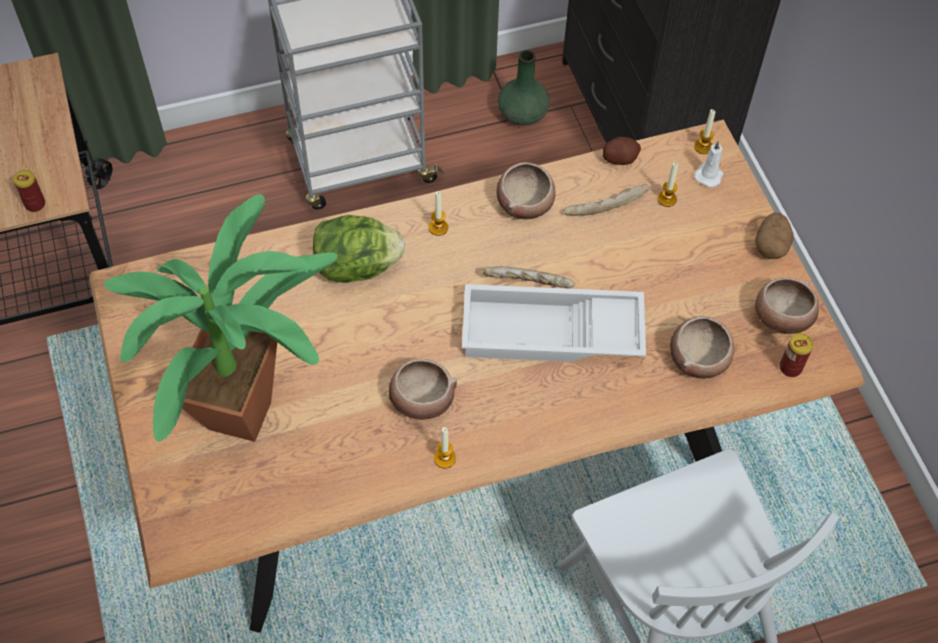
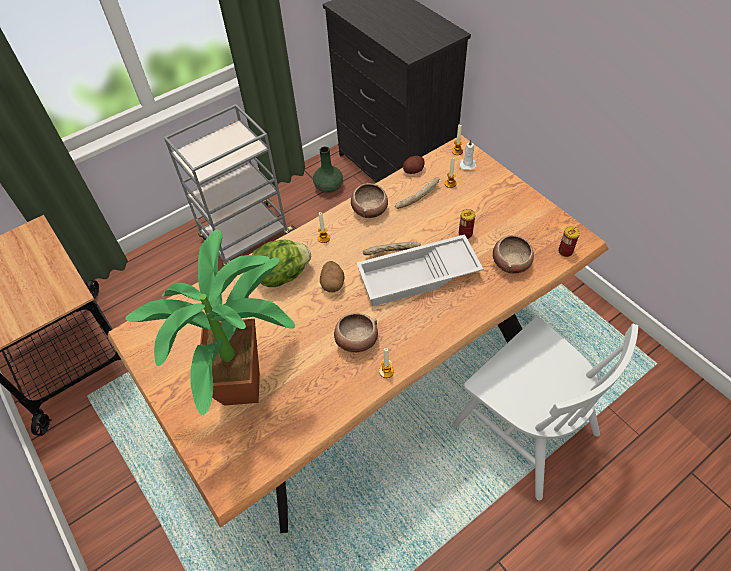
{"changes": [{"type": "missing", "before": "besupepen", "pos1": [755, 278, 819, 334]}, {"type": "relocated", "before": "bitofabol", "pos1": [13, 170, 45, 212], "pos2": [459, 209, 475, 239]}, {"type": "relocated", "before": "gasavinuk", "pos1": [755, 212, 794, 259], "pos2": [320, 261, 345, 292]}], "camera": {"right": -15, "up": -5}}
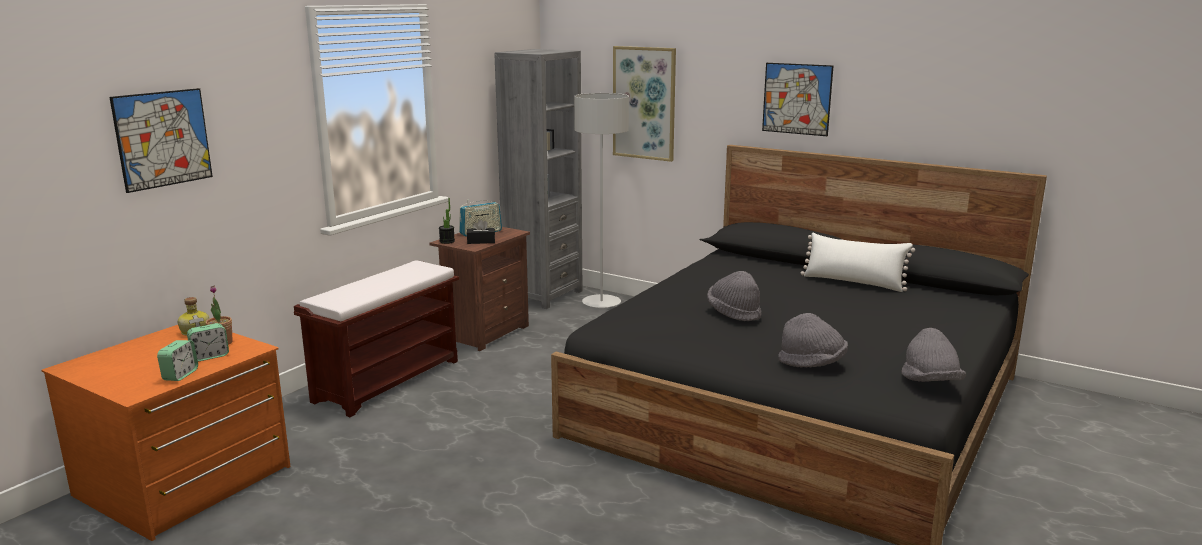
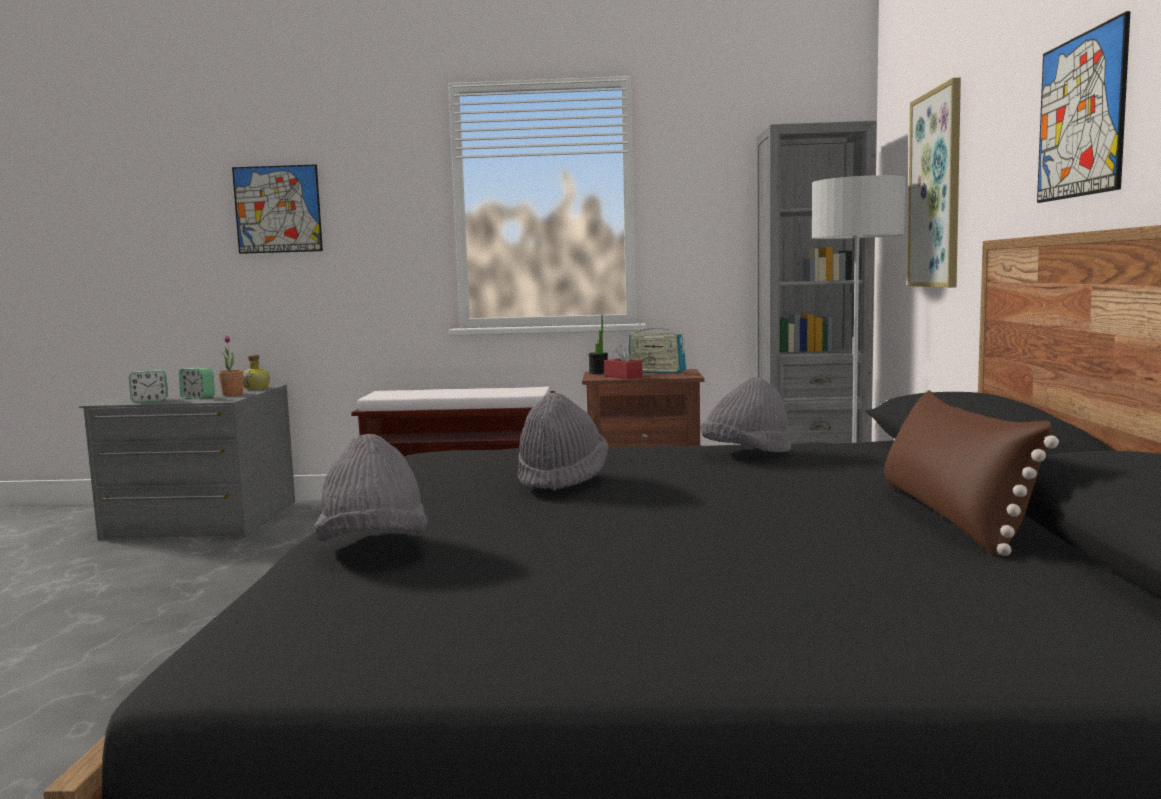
{"changes": [{"type": "relocated", "before": "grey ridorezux", "pos1": [901, 328, 966, 382], "pos2": [700, 377, 791, 453]}, {"type": "colour", "before": "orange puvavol", "after": "grey puvavol", "pos1": [42, 325, 290, 541], "pos2": [79, 384, 295, 540]}, {"type": "colour", "before": "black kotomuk", "after": "red kotomuk", "pos1": [467, 219, 495, 244], "pos2": [604, 345, 642, 379]}, {"type": "colour", "before": "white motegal", "after": "brown motegal", "pos1": [801, 232, 915, 292], "pos2": [884, 390, 1059, 556]}], "camera": {"right": 60, "up": -10}}
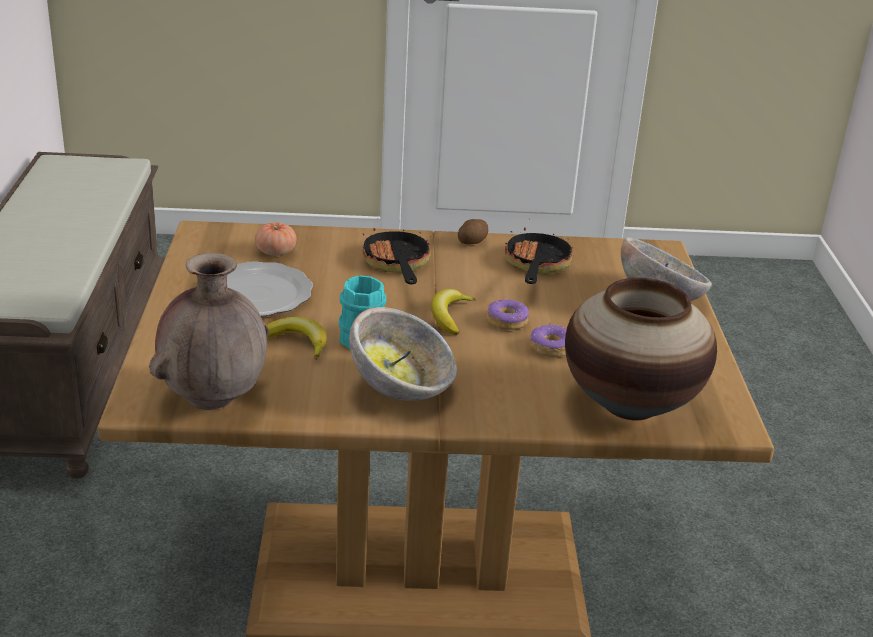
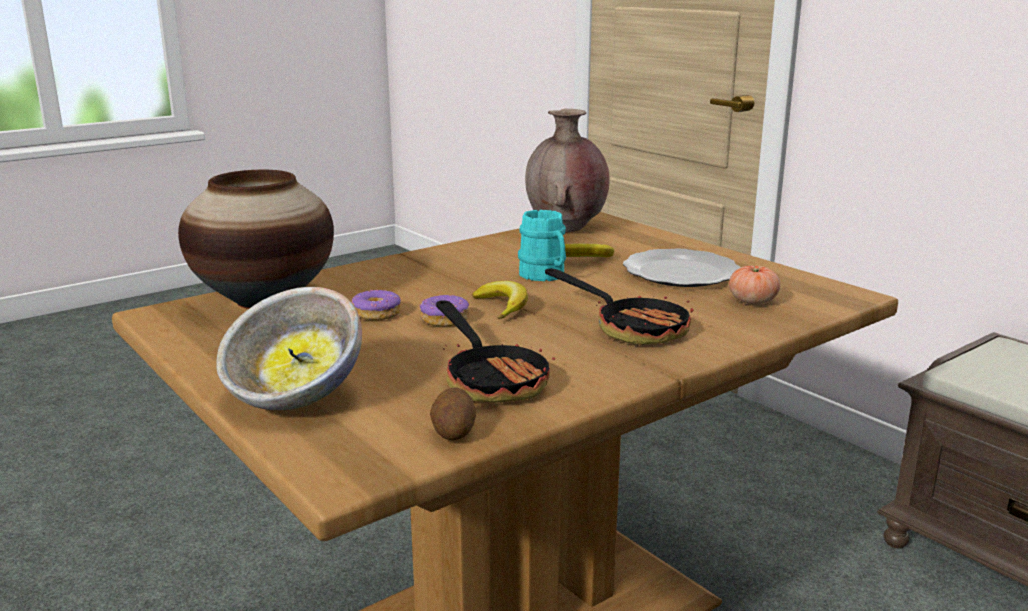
{"changes": [{"type": "missing", "before": "besupepen", "pos1": [349, 307, 457, 401]}, {"type": "relocated", "before": "gasavinuk", "pos1": [458, 219, 488, 244], "pos2": [430, 388, 476, 440]}], "camera": {"right": 145, "up": -10}}
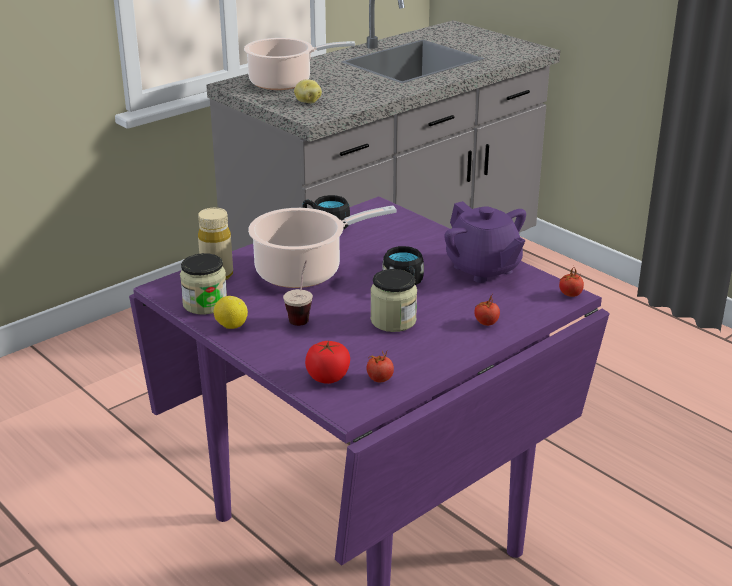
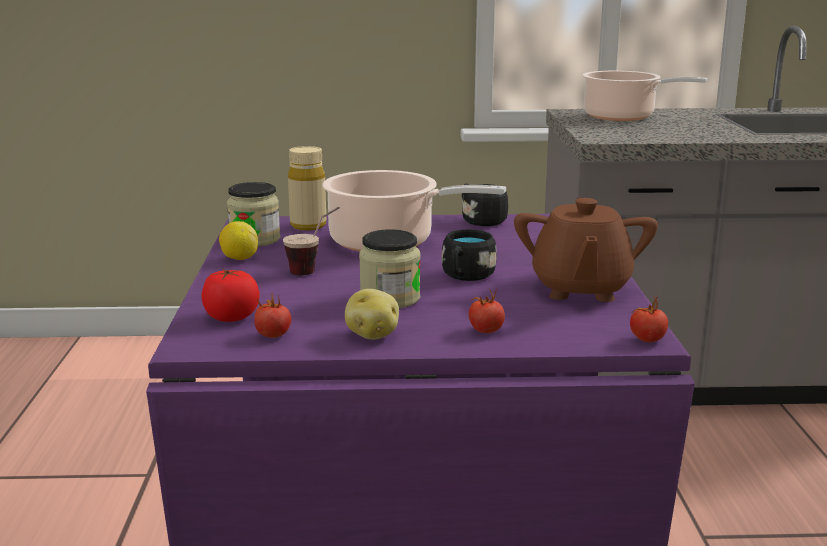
{"changes": [{"type": "relocated", "before": "gasavinuk", "pos1": [294, 80, 322, 103], "pos2": [345, 289, 399, 340]}, {"type": "colour", "before": "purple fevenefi", "after": "brown fevenefi", "pos1": [444, 201, 526, 283], "pos2": [514, 198, 658, 302]}], "camera": {"right": 40, "up": -10}}
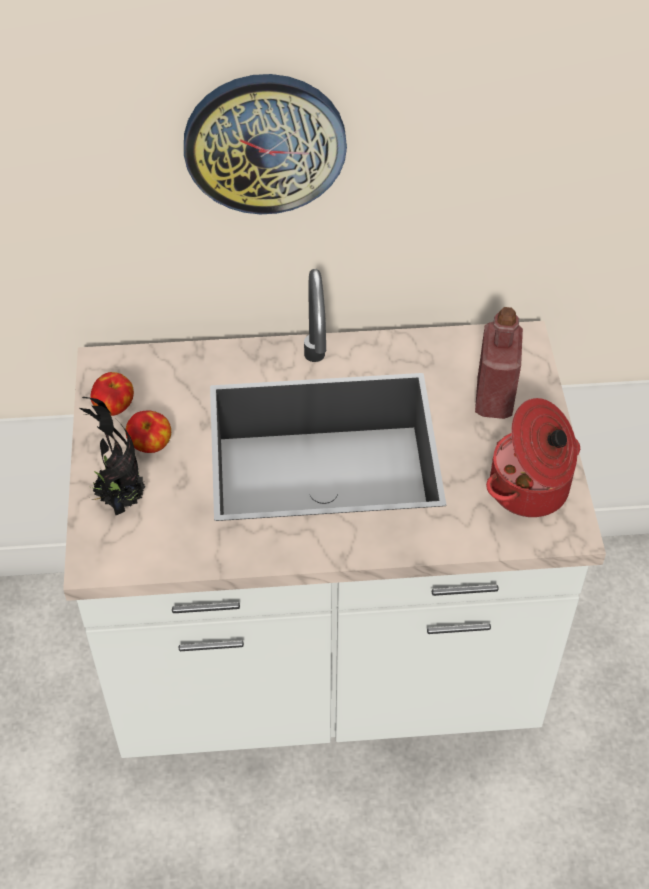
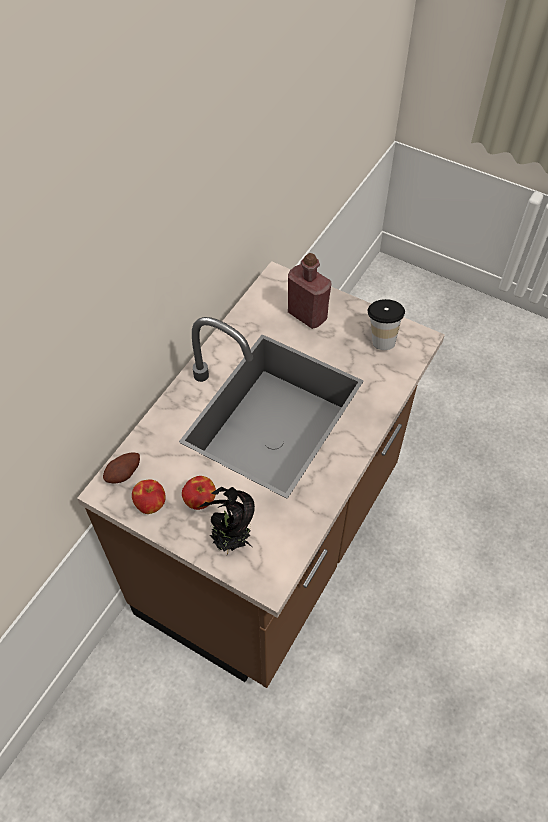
{"changes": [{"type": "missing", "before": "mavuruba", "pos1": [184, 74, 347, 214]}, {"type": "appeared", "after": "gasavinuk", "pos2": [103, 452, 140, 484]}, {"type": "exchanged", "before": "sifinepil", "after": "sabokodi", "pos1": [486, 398, 580, 517], "pos2": [368, 299, 405, 350]}, {"type": "colour", "before": "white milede", "after": "brown milede", "pos1": [63, 269, 606, 758], "pos2": [77, 261, 445, 688]}], "camera": {"right": -55, "up": 5}}
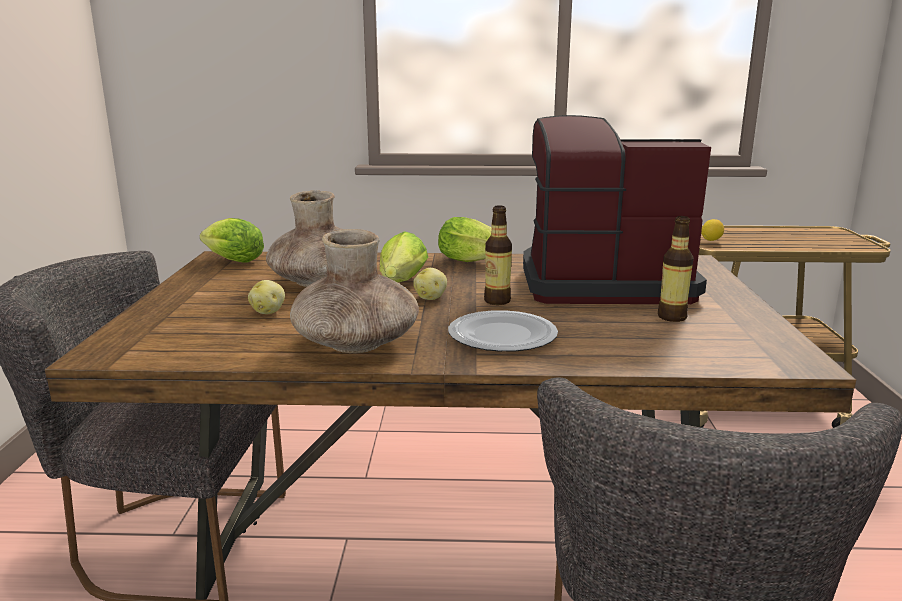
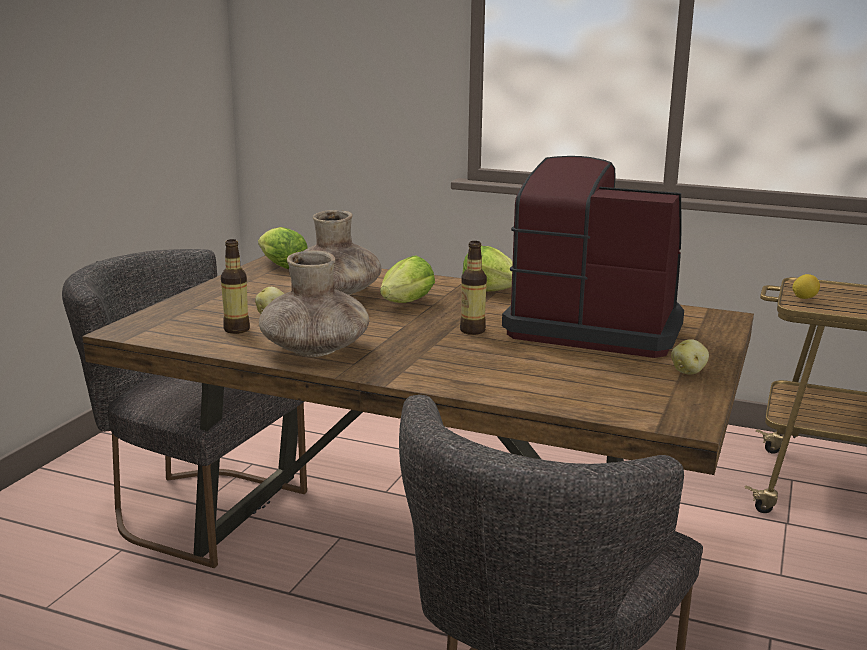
{"changes": [{"type": "missing", "before": "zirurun", "pos1": [448, 310, 558, 352]}, {"type": "relocated", "before": "gasavinuk", "pos1": [413, 268, 447, 300], "pos2": [671, 339, 709, 374]}, {"type": "relocated", "before": "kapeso", "pos1": [658, 216, 693, 322], "pos2": [221, 239, 250, 334]}], "camera": {"right": 20, "up": 0}}
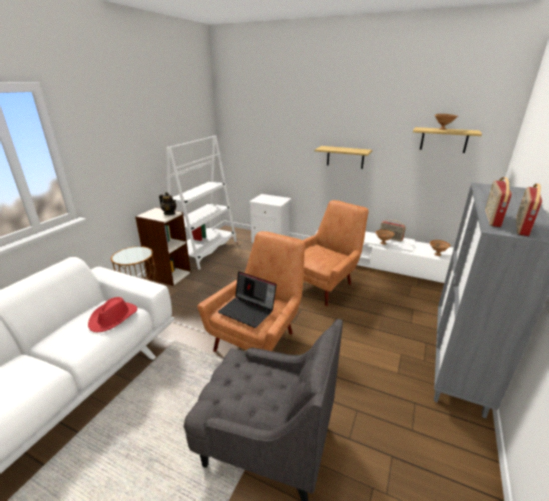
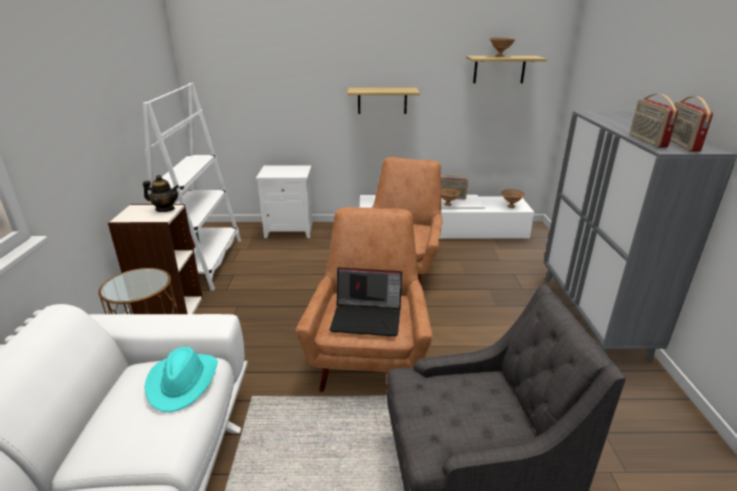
{"changes": [{"type": "colour", "before": "red ridorezux", "after": "turquoise ridorezux", "pos1": [88, 297, 137, 333], "pos2": [144, 347, 218, 412]}], "camera": {"right": -25, "up": 0}}
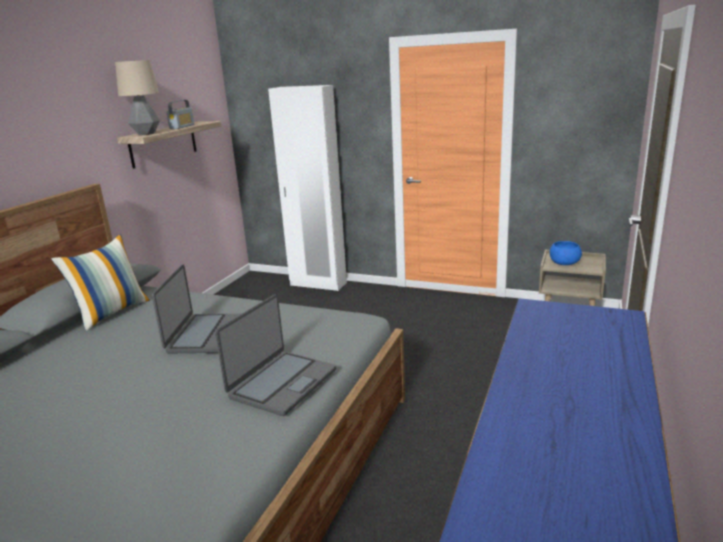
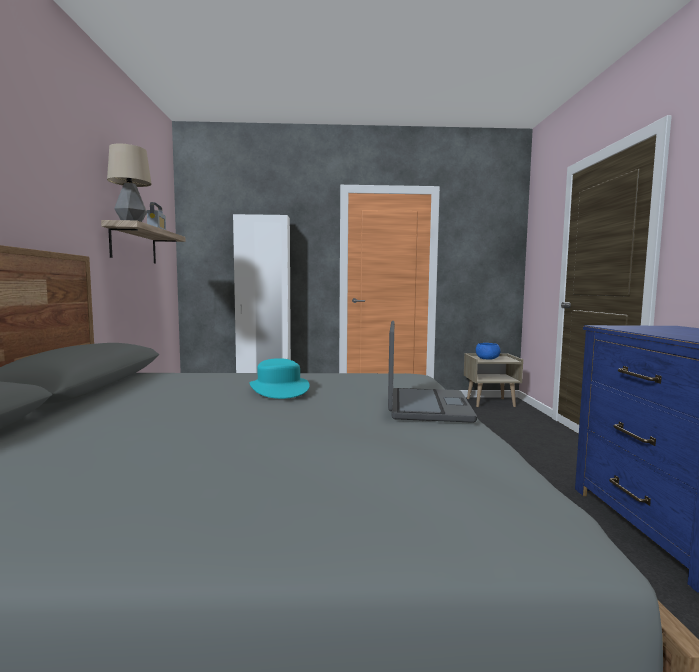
{"changes": [{"type": "missing", "before": "motegal", "pos1": [51, 234, 150, 331]}, {"type": "exchanged", "before": "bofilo", "after": "turquoise ridorezux", "pos1": [152, 265, 242, 353], "pos2": [250, 358, 310, 399]}], "camera": {"right": -25, "up": -15}}
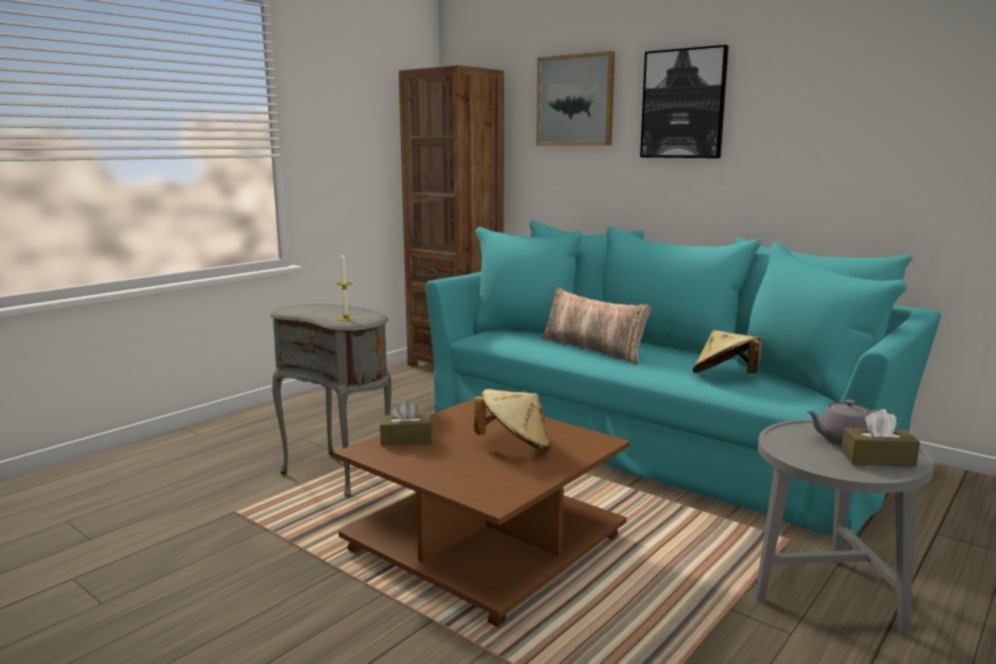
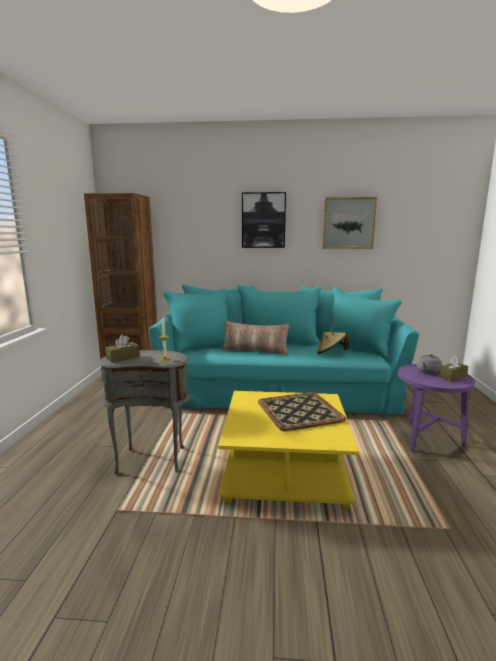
{"changes": [{"type": "relocated", "before": "brown kotomuk", "pos1": [380, 400, 432, 445], "pos2": [105, 335, 140, 363]}, {"type": "relocated", "before": "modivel", "pos1": [536, 51, 615, 146], "pos2": [323, 197, 377, 249]}, {"type": "exchanged", "before": "beige ridorezux", "after": "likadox", "pos1": [474, 389, 551, 450], "pos2": [258, 392, 346, 431]}, {"type": "colour", "before": "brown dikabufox", "after": "yellow dikabufox", "pos1": [334, 398, 630, 627], "pos2": [218, 391, 359, 510]}, {"type": "colour", "before": "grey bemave", "after": "purple bemave", "pos1": [755, 420, 934, 637], "pos2": [398, 364, 475, 452]}], "camera": {"right": -35, "up": 0}}
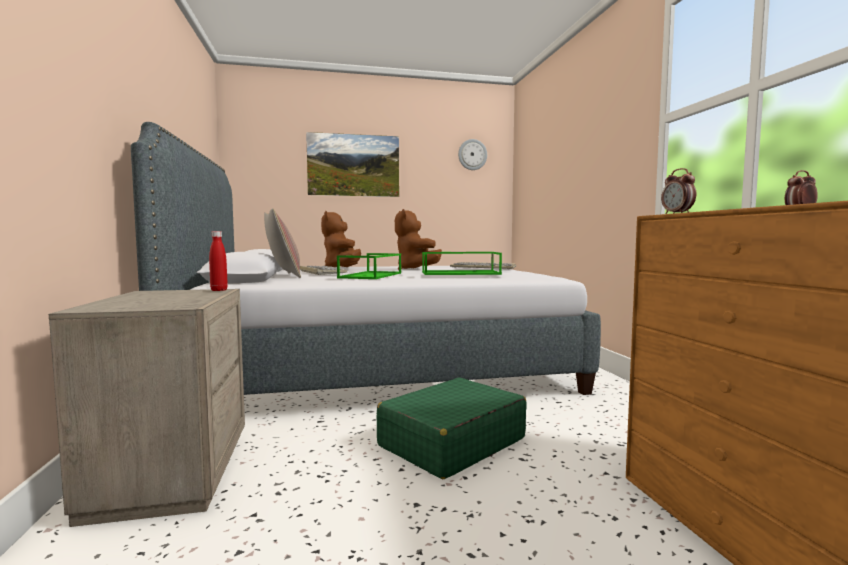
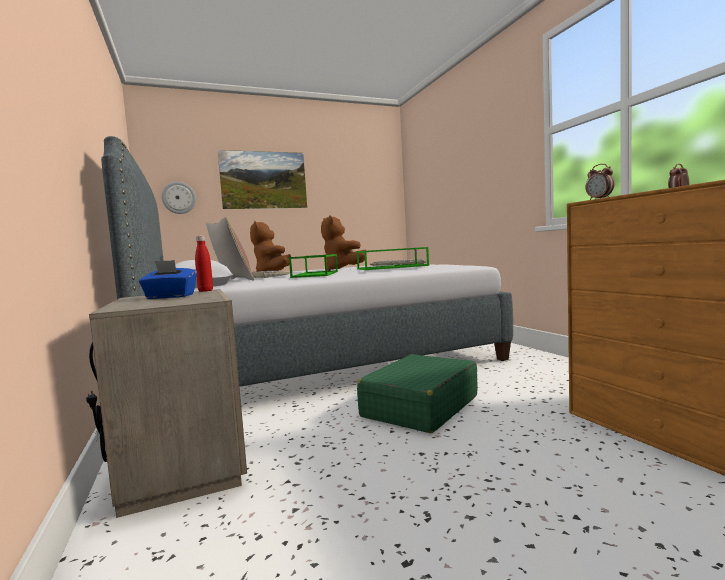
{"changes": [{"type": "appeared", "after": "blue kotomuk", "pos2": [139, 260, 197, 299]}, {"type": "relocated", "before": "mavuruba", "pos1": [458, 139, 487, 170], "pos2": [161, 182, 196, 214]}], "camera": {"right": -10, "up": 0}}
